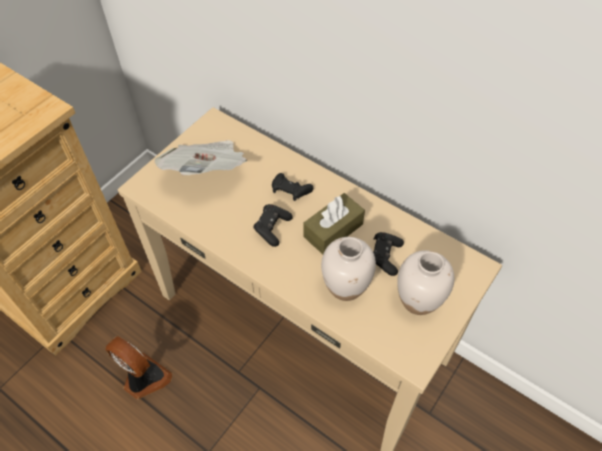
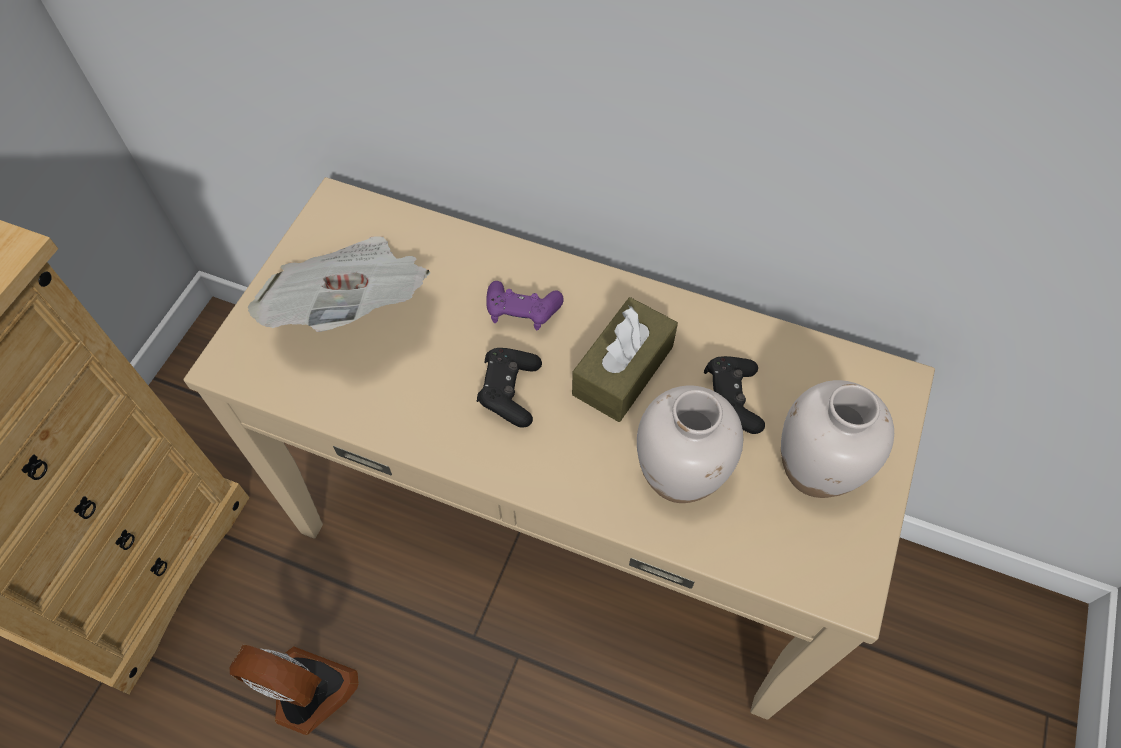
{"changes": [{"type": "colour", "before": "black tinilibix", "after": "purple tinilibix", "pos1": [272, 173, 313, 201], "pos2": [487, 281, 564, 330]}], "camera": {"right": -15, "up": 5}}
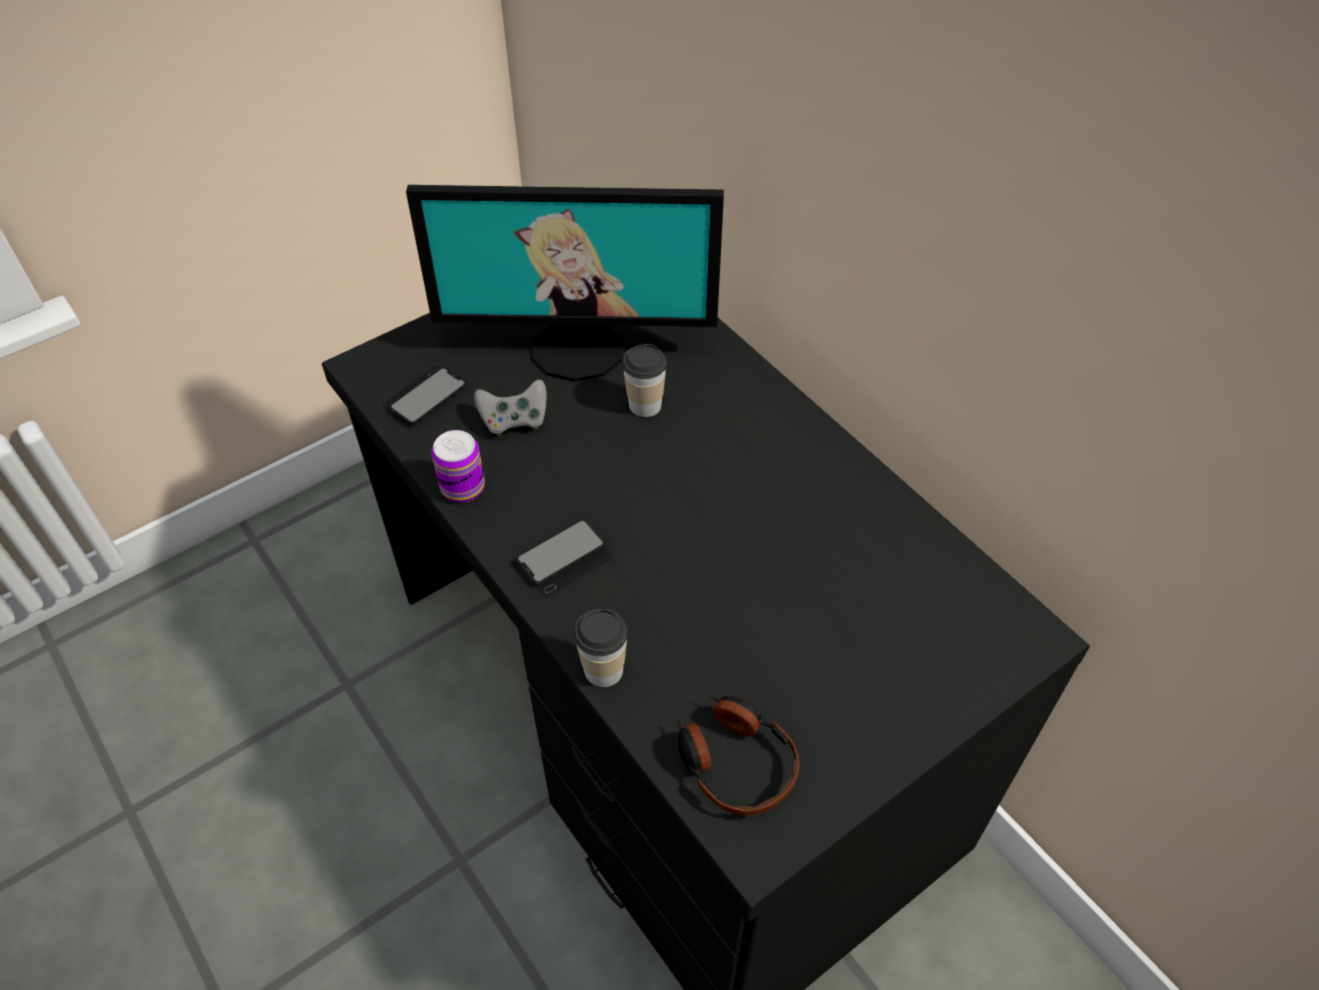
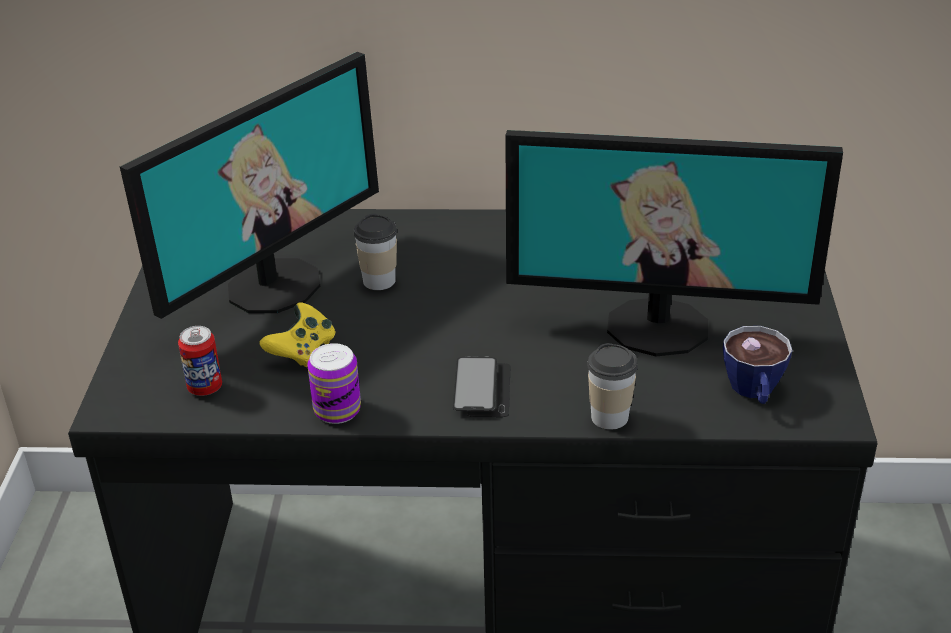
{"changes": [{"type": "appeared", "after": "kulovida", "pos2": [505, 130, 843, 356]}, {"type": "exchanged", "before": "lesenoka", "after": "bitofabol", "pos1": [382, 366, 467, 423], "pos2": [178, 326, 222, 396]}, {"type": "exchanged", "before": "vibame", "after": "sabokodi", "pos1": [677, 696, 800, 816], "pos2": [723, 326, 793, 404]}, {"type": "colour", "before": "grey tinilibix", "after": "yellow tinilibix", "pos1": [474, 379, 547, 436], "pos2": [260, 302, 335, 367]}], "camera": {"right": -50, "up": -15}}
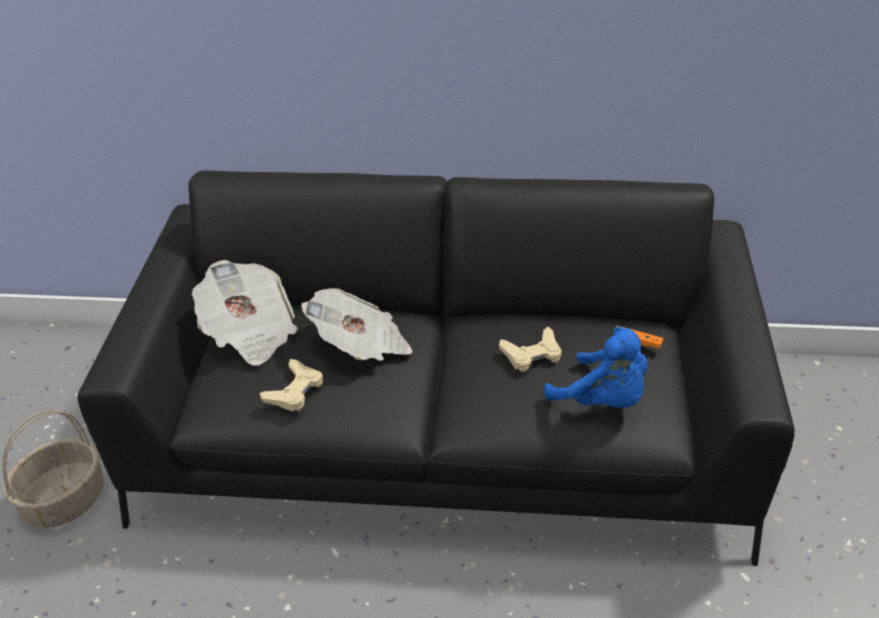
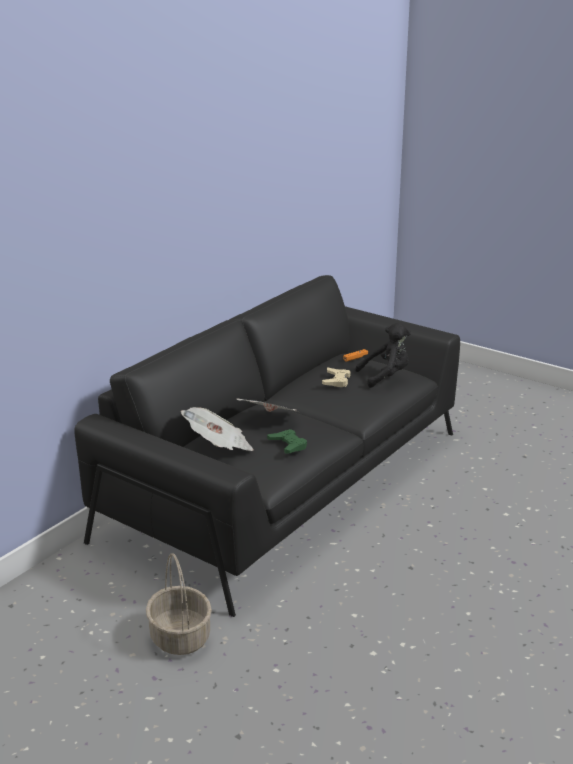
{"changes": [{"type": "colour", "before": "beige tinilibix", "after": "green tinilibix", "pos1": [260, 359, 323, 411], "pos2": [267, 429, 307, 453]}, {"type": "colour", "before": "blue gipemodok", "after": "black gipemodok", "pos1": [544, 326, 647, 408], "pos2": [355, 323, 411, 388]}], "camera": {"right": -60, "up": -15}}
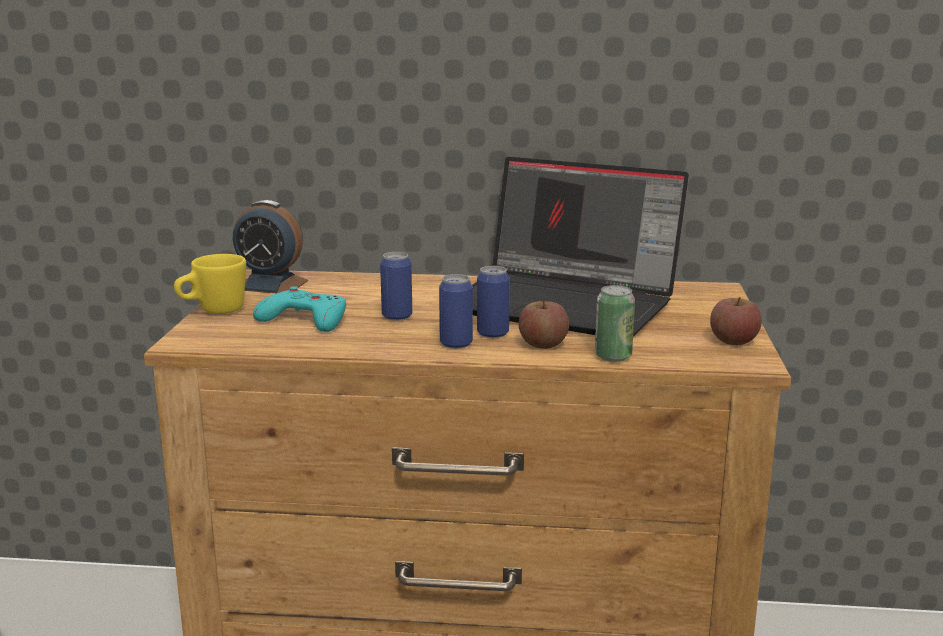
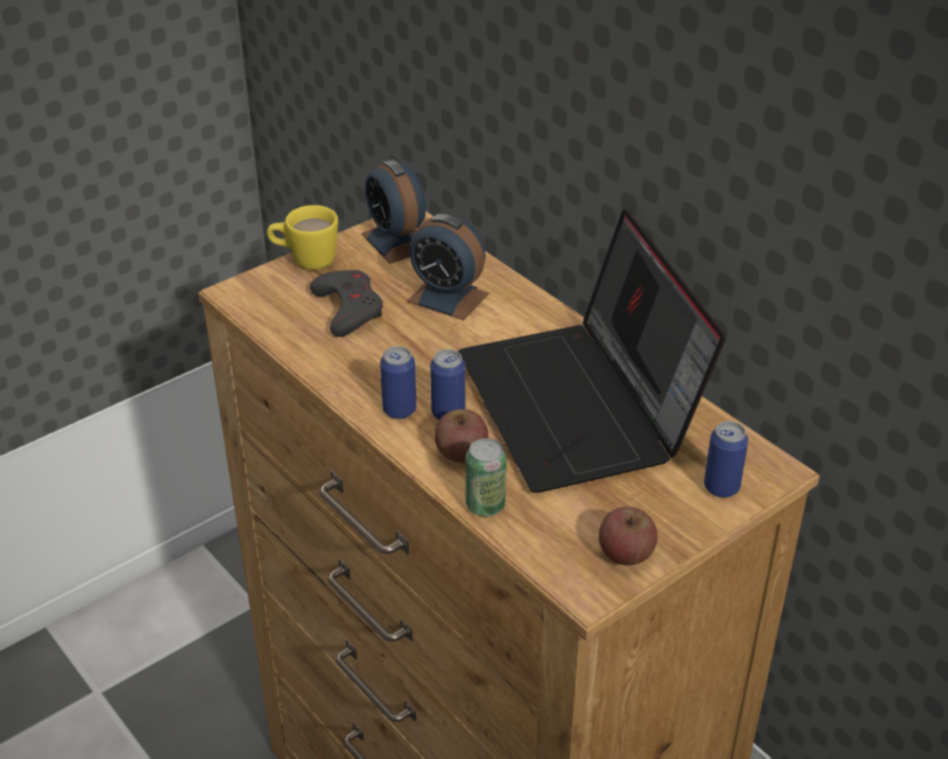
{"changes": [{"type": "appeared", "after": "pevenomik", "pos2": [407, 214, 489, 320]}, {"type": "relocated", "before": "bitofabol", "pos1": [380, 252, 412, 320], "pos2": [704, 421, 748, 498]}, {"type": "colour", "before": "turquoise tinilibix", "after": "grey tinilibix", "pos1": [253, 286, 346, 332], "pos2": [310, 270, 383, 337]}], "camera": {"right": 45, "up": 20}}
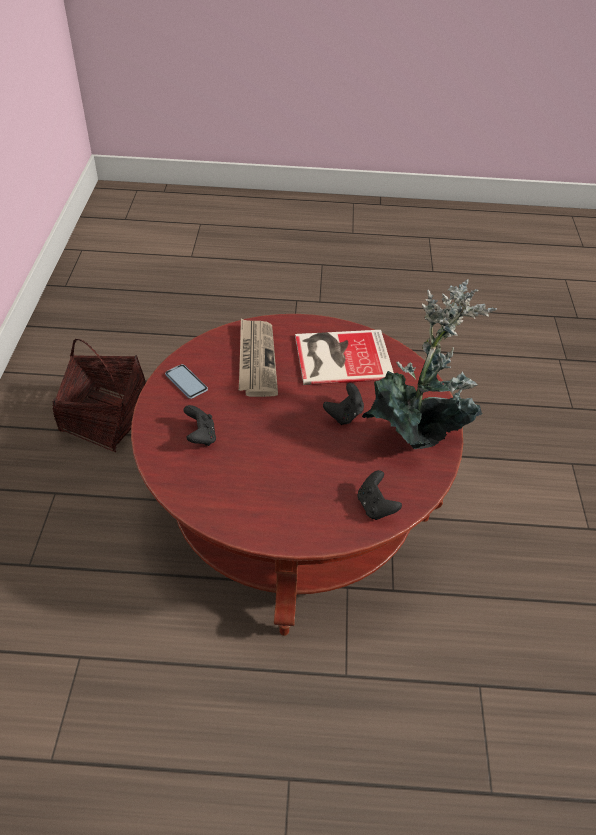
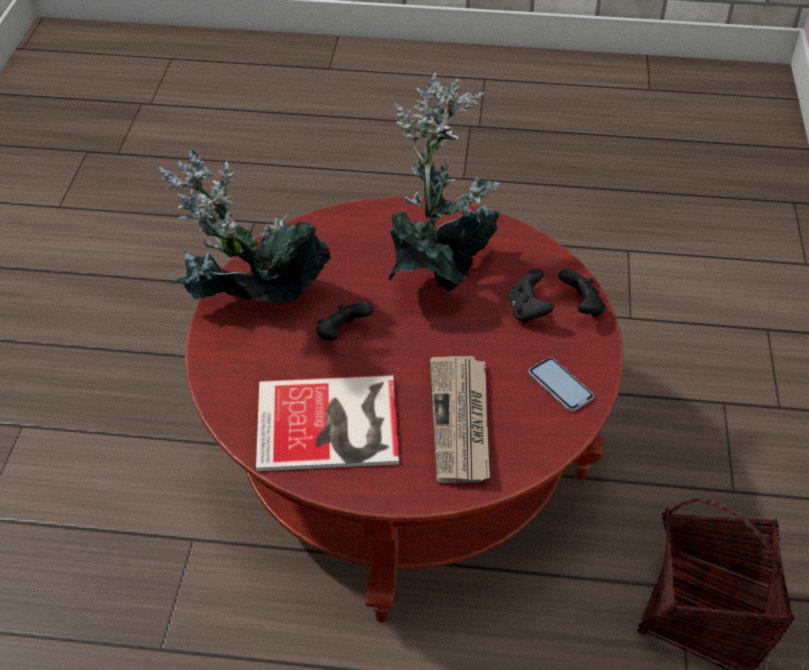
{"changes": [{"type": "appeared", "after": "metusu", "pos2": [388, 73, 501, 292]}, {"type": "relocated", "before": "black tinilibix", "pos1": [357, 470, 402, 520], "pos2": [558, 269, 605, 317]}], "camera": {"right": -175, "up": 0}}
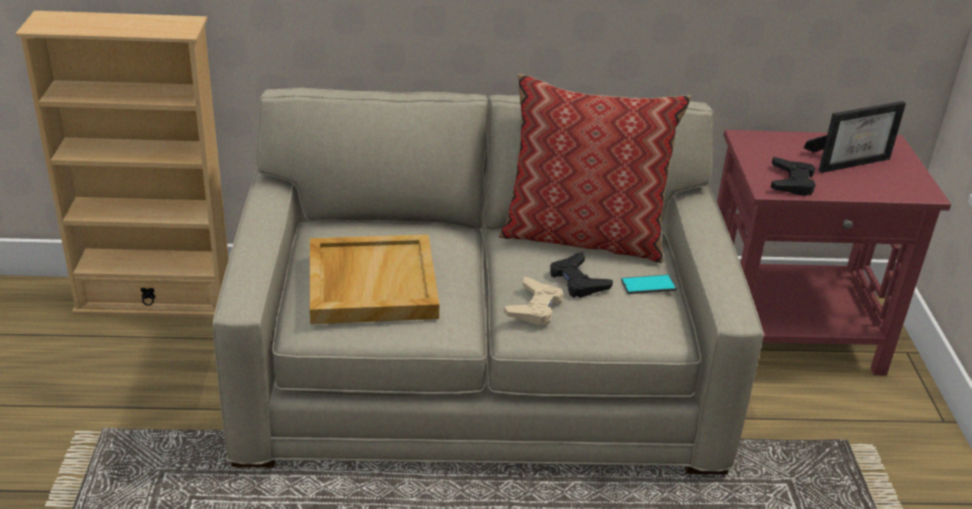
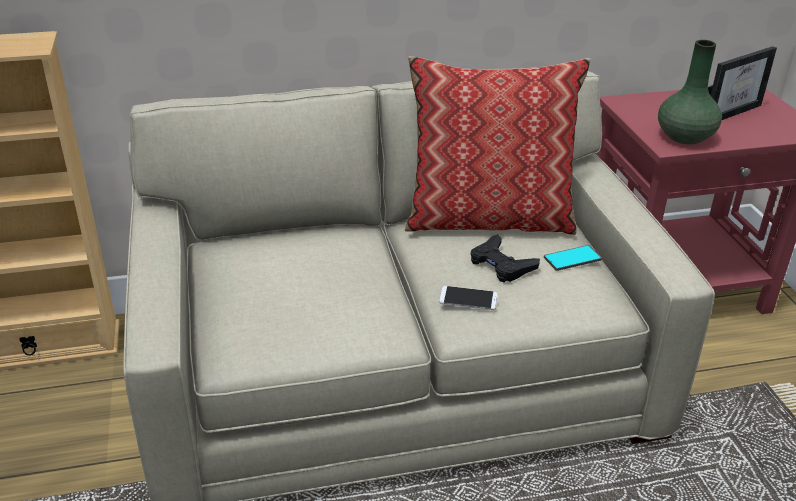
{"changes": [{"type": "missing", "before": "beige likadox", "pos1": [310, 234, 439, 324]}, {"type": "exchanged", "before": "beige tinilibix", "after": "lesenoka", "pos1": [504, 277, 563, 325], "pos2": [439, 286, 498, 310]}, {"type": "exchanged", "before": "black tinilibix", "after": "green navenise", "pos1": [770, 157, 816, 196], "pos2": [658, 40, 722, 144]}], "camera": {"right": -10, "up": 0}}
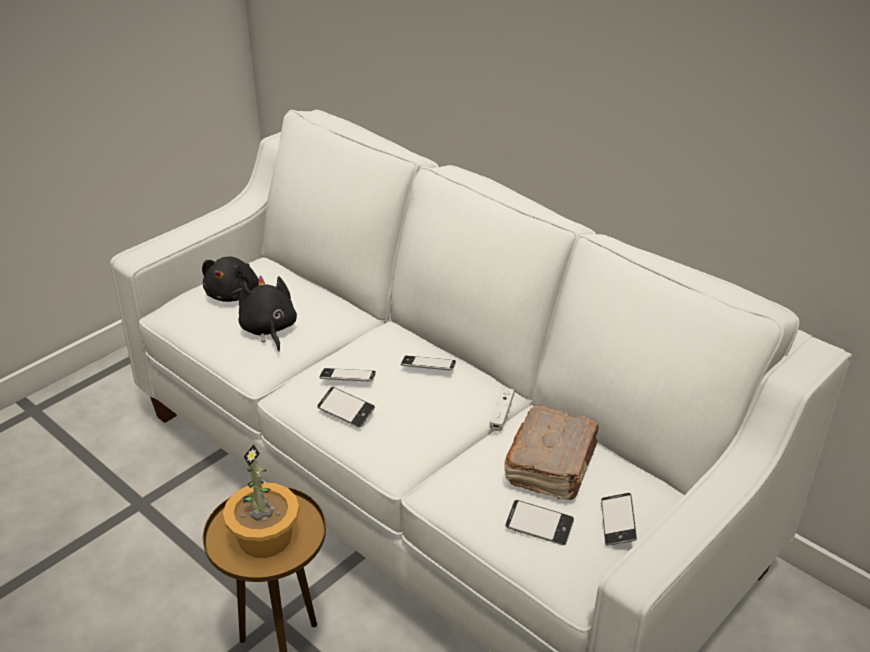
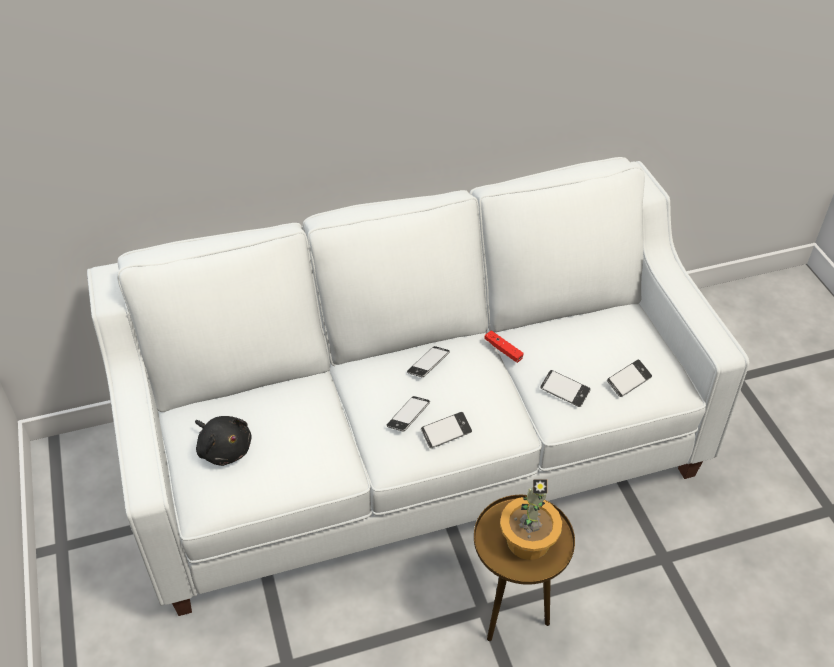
{"changes": [{"type": "missing", "before": "black gipemodok", "pos1": [239, 276, 297, 352]}, {"type": "missing", "before": "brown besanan", "pos1": [504, 405, 599, 500]}, {"type": "relocated", "before": "lesenoka", "pos1": [601, 493, 637, 546], "pos2": [540, 370, 591, 407]}, {"type": "colour", "before": "white tinilibix", "after": "red tinilibix", "pos1": [490, 387, 514, 431], "pos2": [484, 330, 524, 363]}], "camera": {"right": -60, "up": 10}}
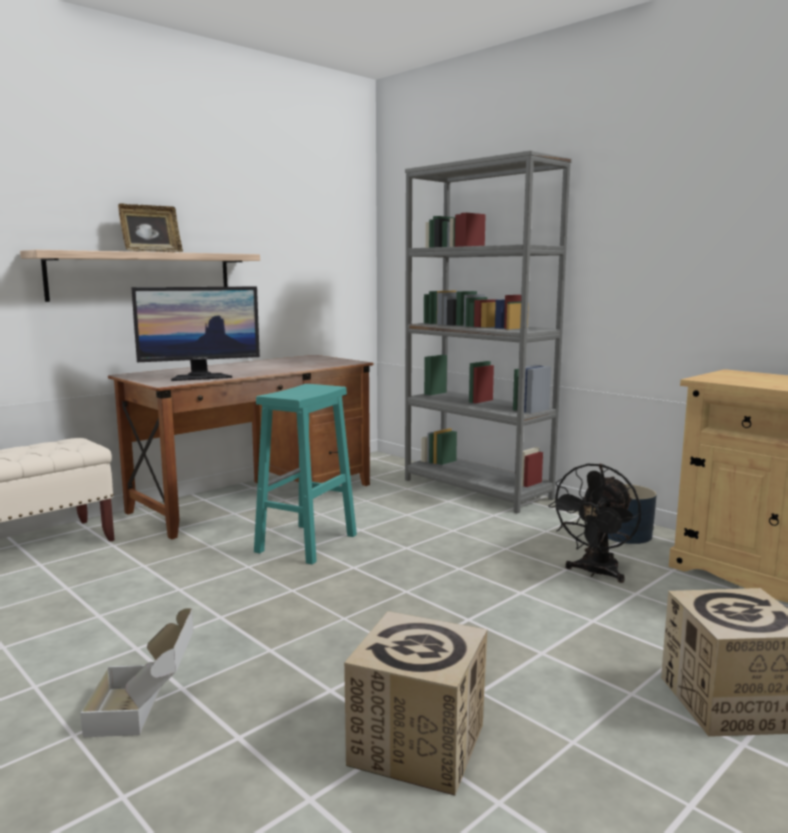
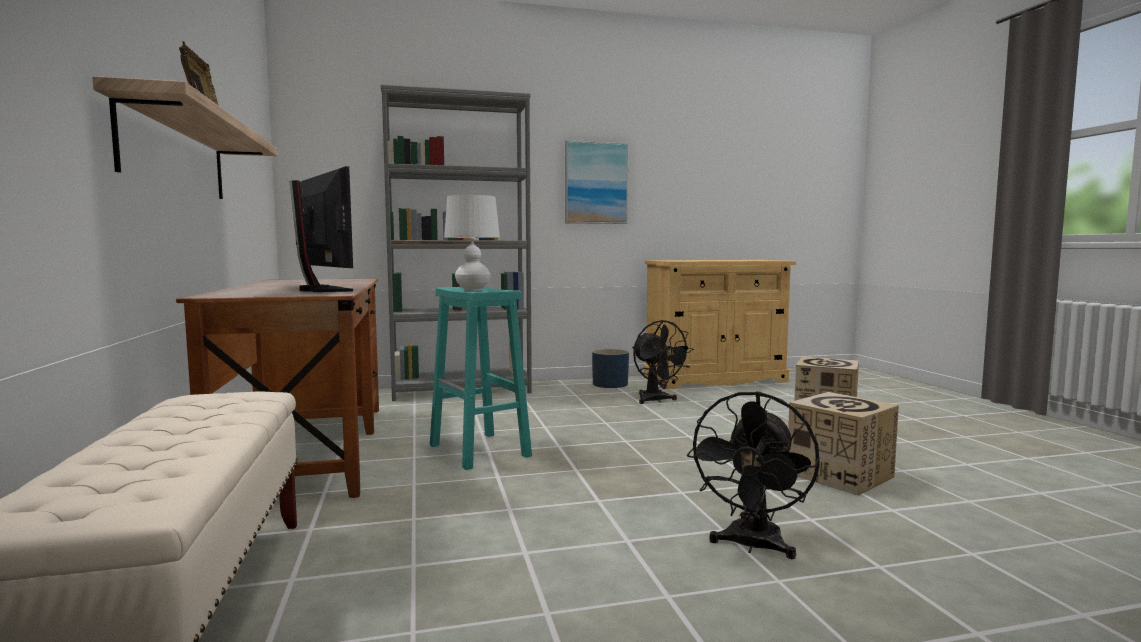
{"changes": [{"type": "appeared", "after": "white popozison", "pos2": [444, 195, 500, 291]}, {"type": "appeared", "after": "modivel", "pos2": [565, 140, 629, 224]}, {"type": "exchanged", "before": "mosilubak", "after": "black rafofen", "pos1": [80, 608, 193, 737], "pos2": [687, 391, 820, 559]}, {"type": "spun", "before": "kulovida", "pos1": [131, 286, 260, 381], "pos2": [290, 166, 353, 292], "turn": -45}], "camera": {"right": -60, "up": -5}}
